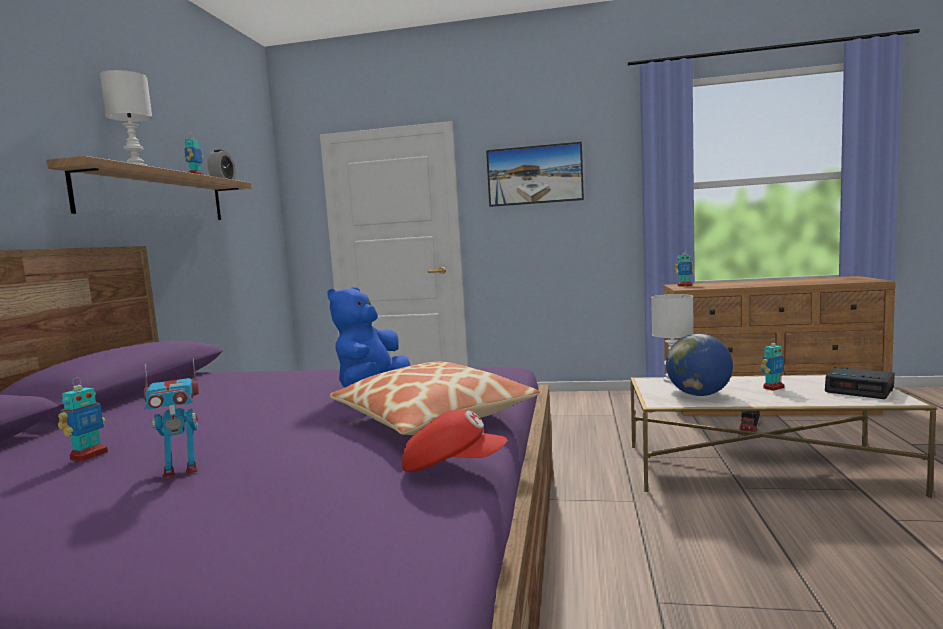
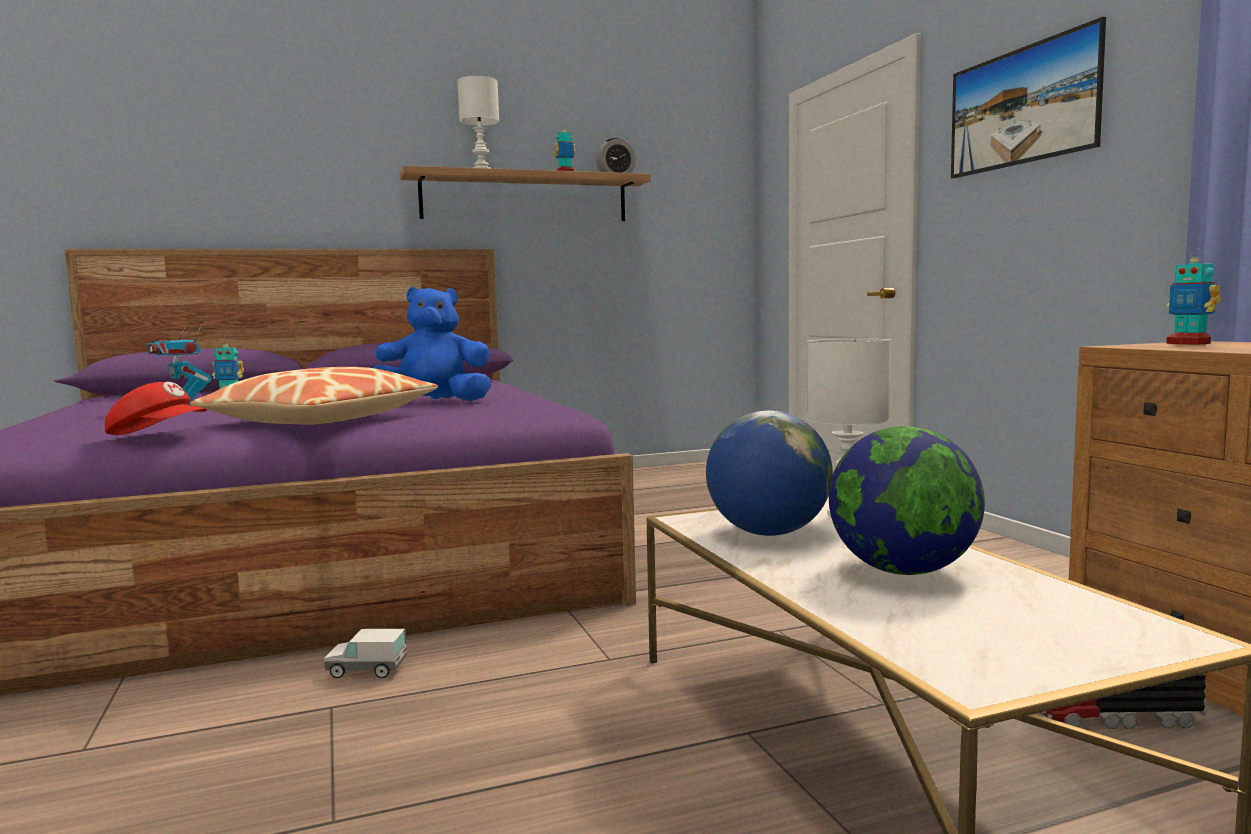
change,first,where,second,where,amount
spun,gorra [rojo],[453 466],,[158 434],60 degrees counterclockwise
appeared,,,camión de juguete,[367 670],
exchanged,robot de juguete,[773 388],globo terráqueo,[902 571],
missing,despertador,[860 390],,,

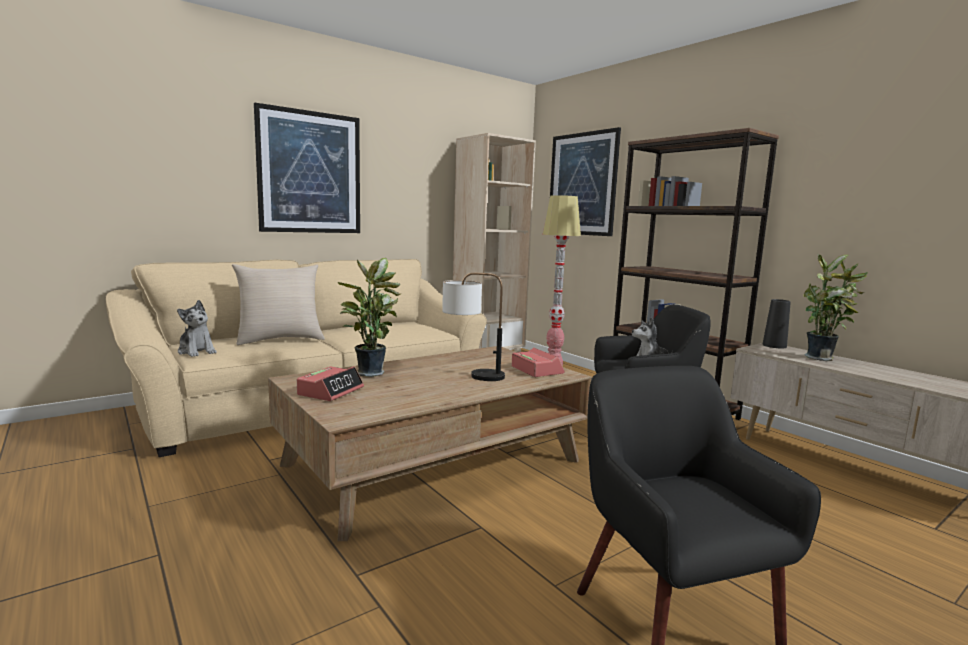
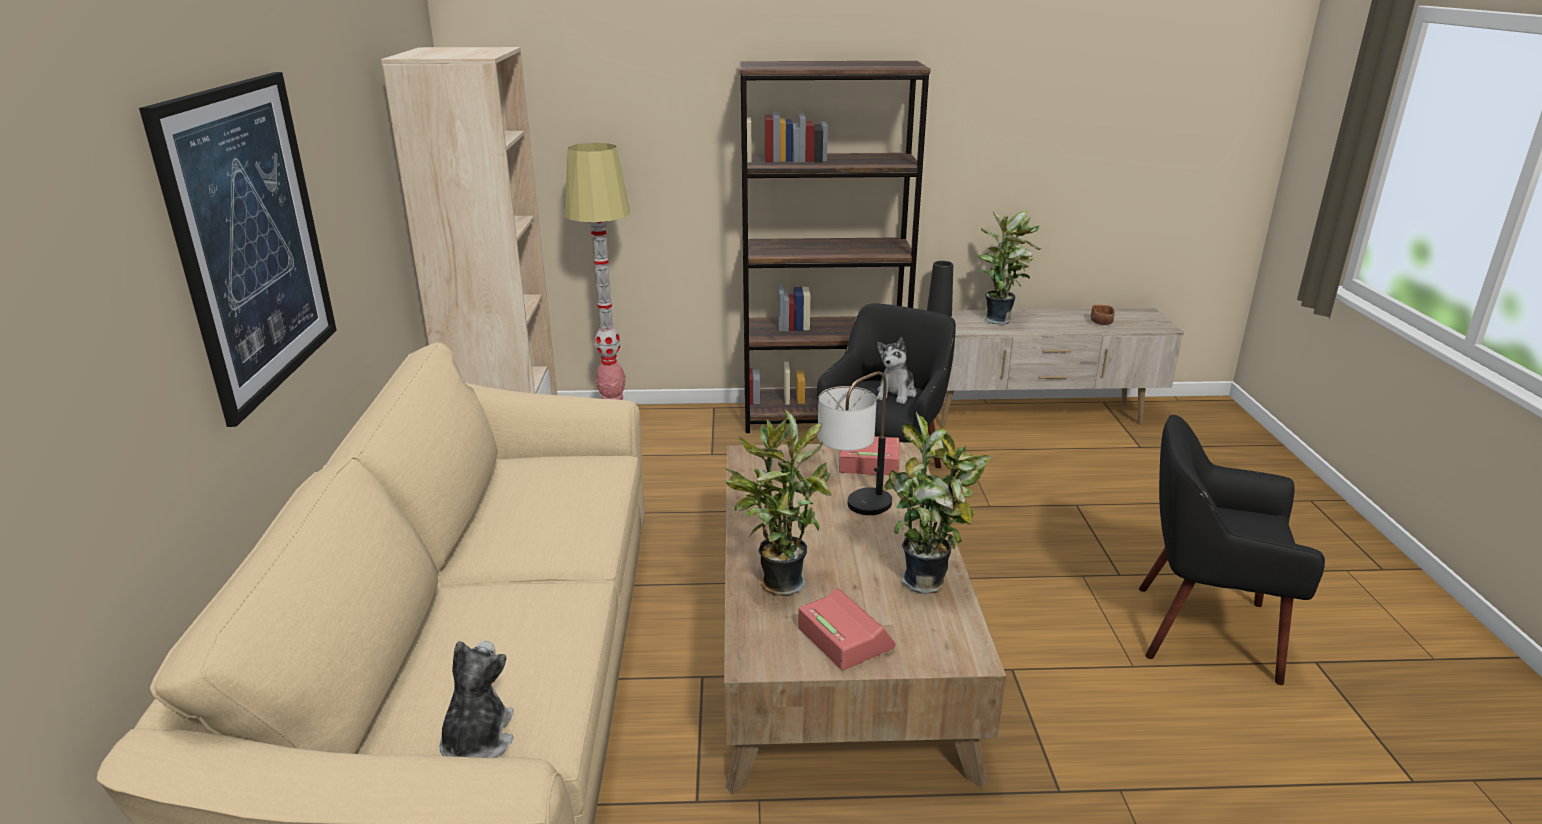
change,first,where,second,where,amount
spun,peluche,[197 351],,[477 739],75 degrees counterclockwise
appeared,,,planta en maceta,[929 582],
appeared,,,cuenco [marrón],[1101 322],
missing,cojín [beis],[280 339],,,
missing,cuadro,[582 184],,,

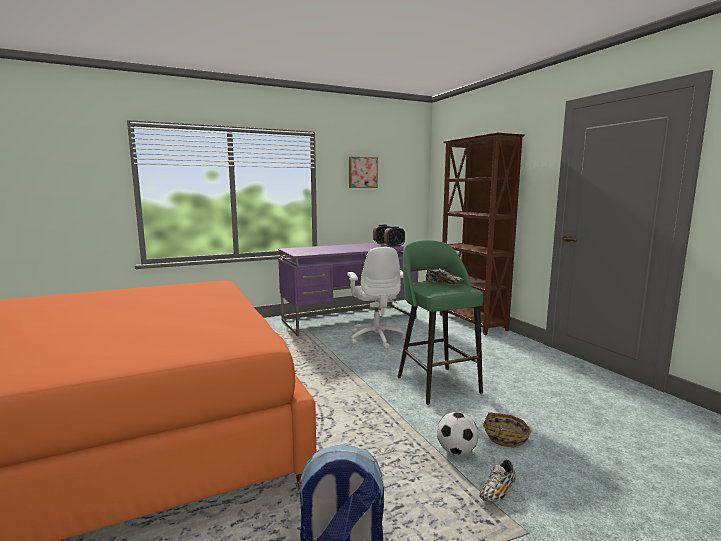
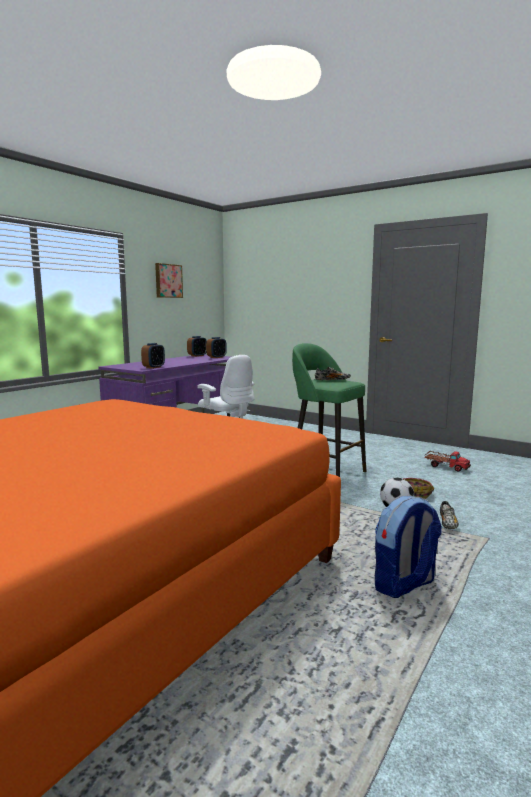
change,first,where,second,where,amount
appeared,,,despertador,[153 367],
appeared,,,camión de juguete,[446 466],
missing,estantería [marrón],[472 322],,,

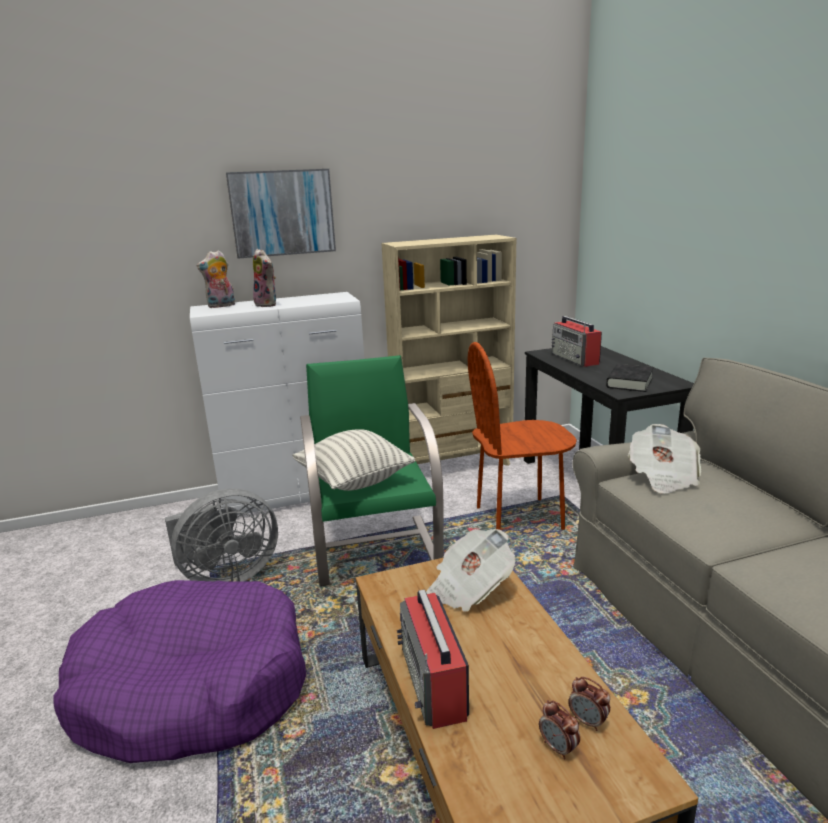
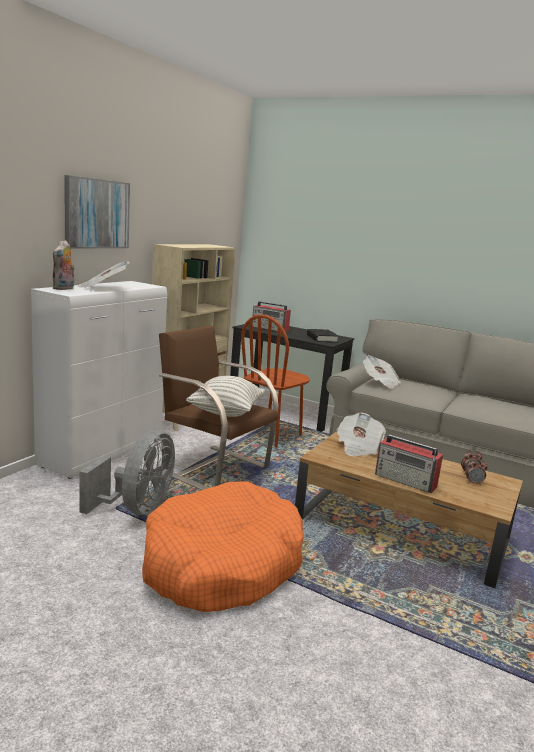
change,first,where,second,where,amount
exchanged,peluche,[268 304],periódico,[103 288],
colour,cama para perro [morado],[192 687],cama para perro [naranja],[221 564],
colour,sillón [verde],[374 548],sillón [marrón],[213 468],

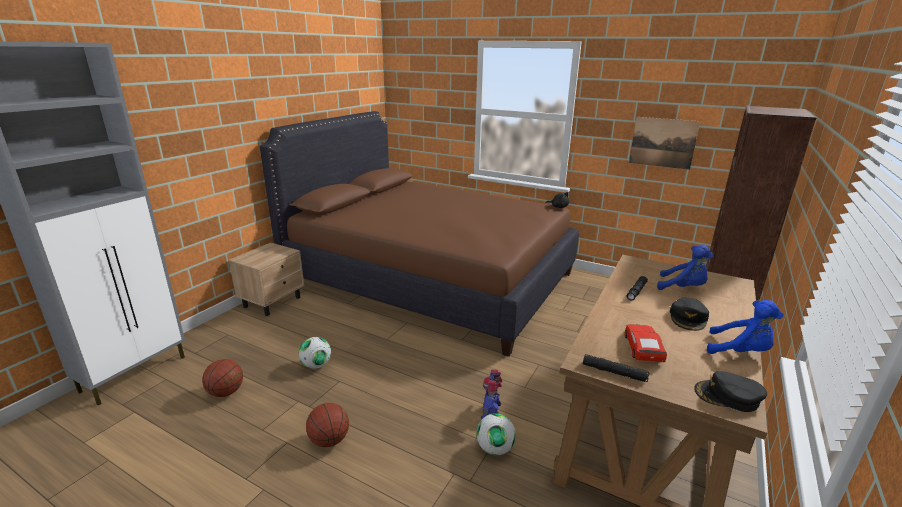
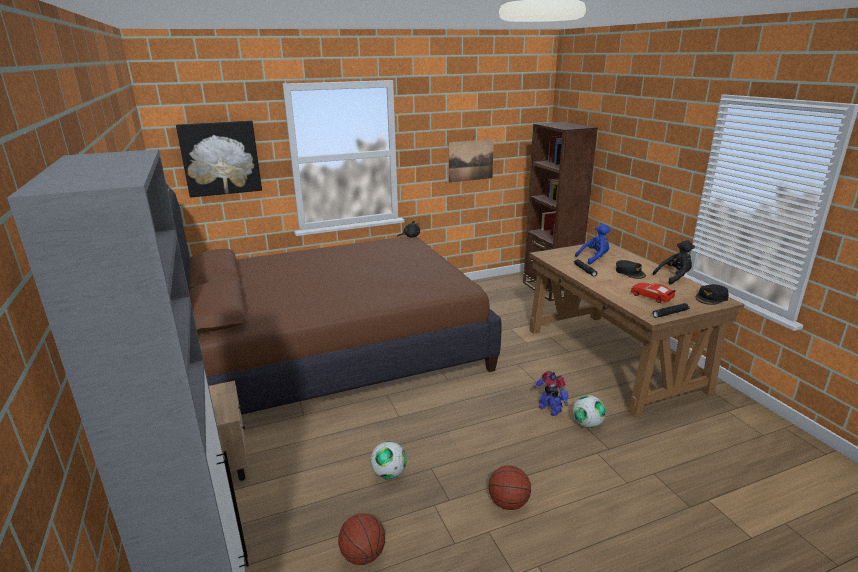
change,first,where,second,where,amount
appeared,,,cuadro,[220 158],
colour,peluche [azul],[740 351],peluche [negro],[674 277],

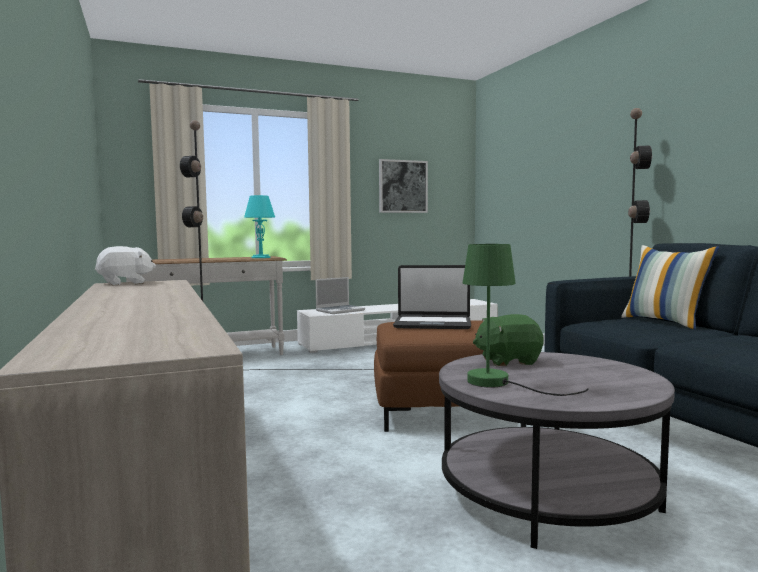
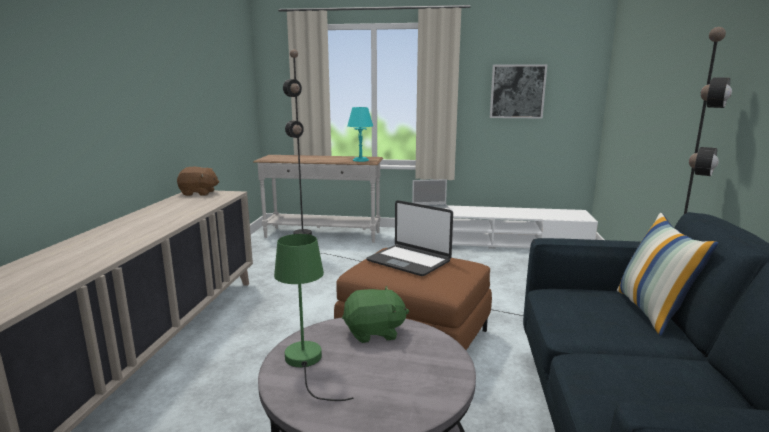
change,first,where,second,where,amount
colour,peluche [blanco],[125 283],peluche [marrón],[199 193],
spun,peluche [verde],[508 361],,[374 332],150 degrees clockwise

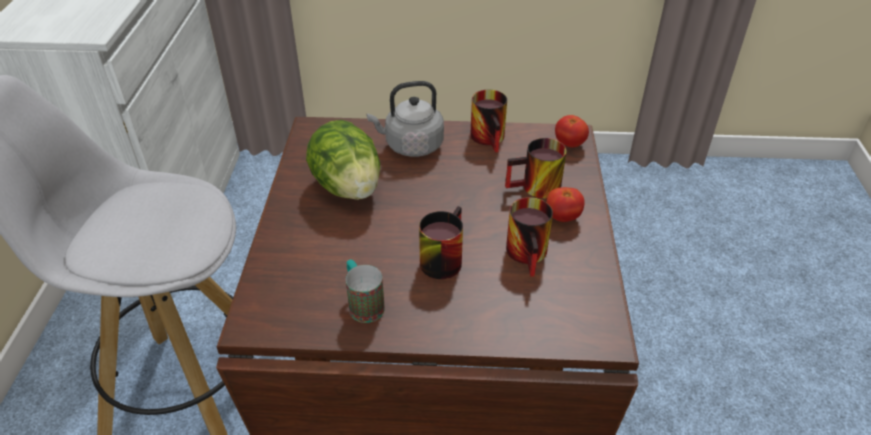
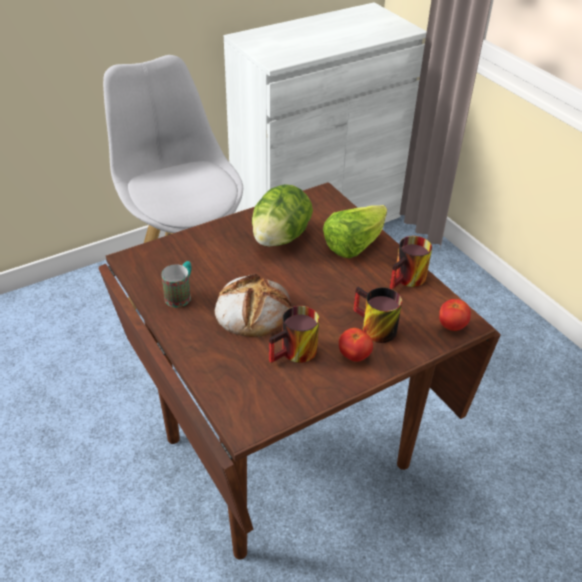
change,first,where,second,where,amount
exchanged,taza grande,[440 257],pan,[252 310],
exchanged,hervidor [gris],[411 146],lechuga,[354 245],

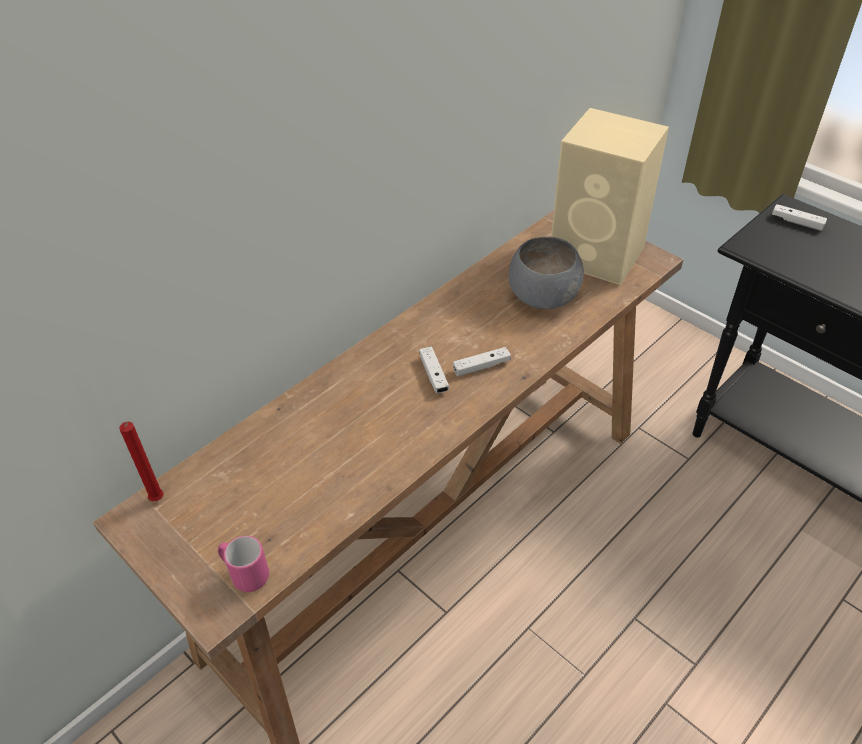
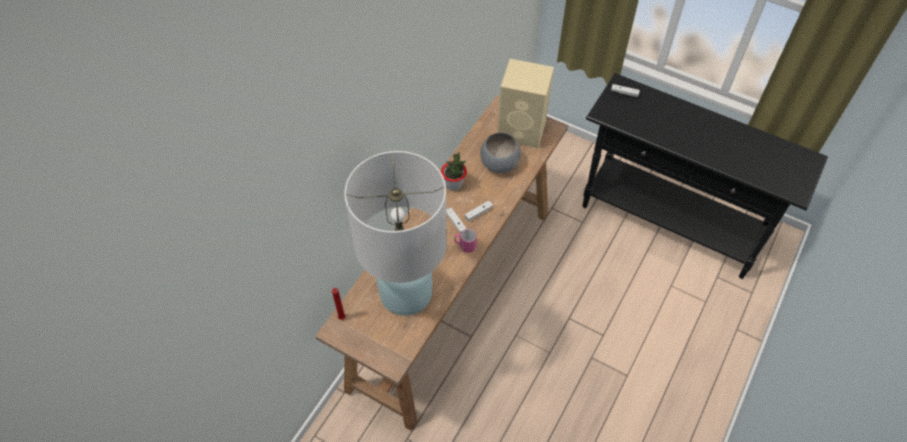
change,first,where,second,where,amount
appeared,,,lámpara de mesa [blanco],[406 293],
appeared,,,planta en maceta,[453 184],
relocated,taza grande [rosa],[245 574],,[465 246],

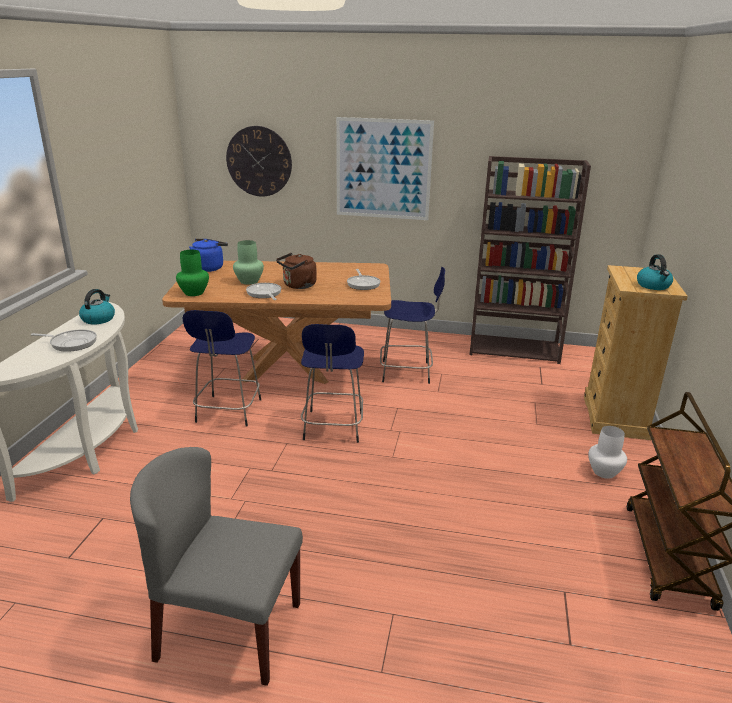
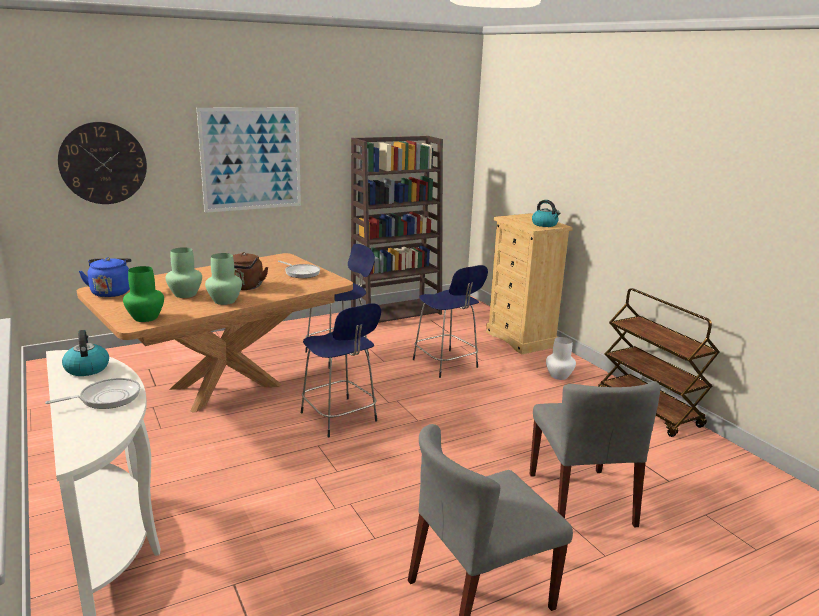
change,first,where,second,where,amount
exchanged,sartén,[264 294],florero [verde],[225 301],
relocated,taburete [azul],[228 412],,[446 364],
appeared,,,silla [gris],[581 499],

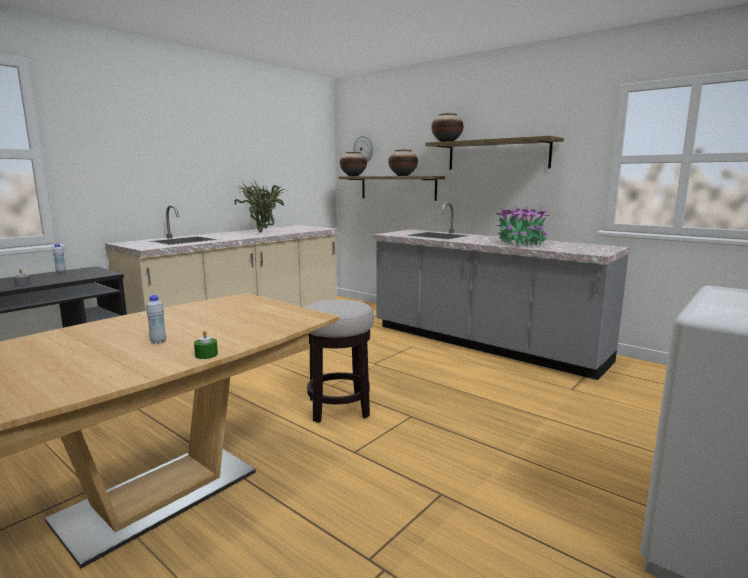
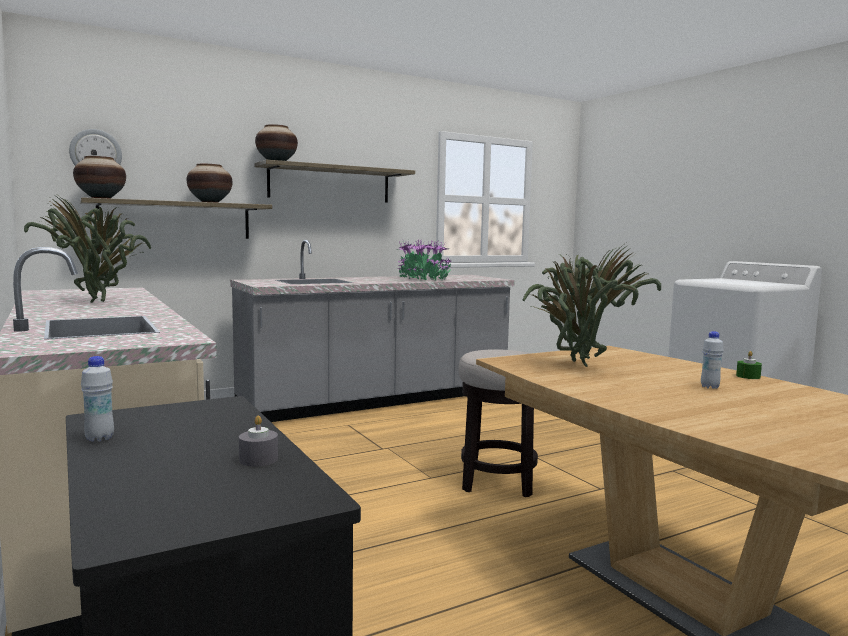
change,first,where,second,where,amount
appeared,,,planta en maceta,[580 367],

